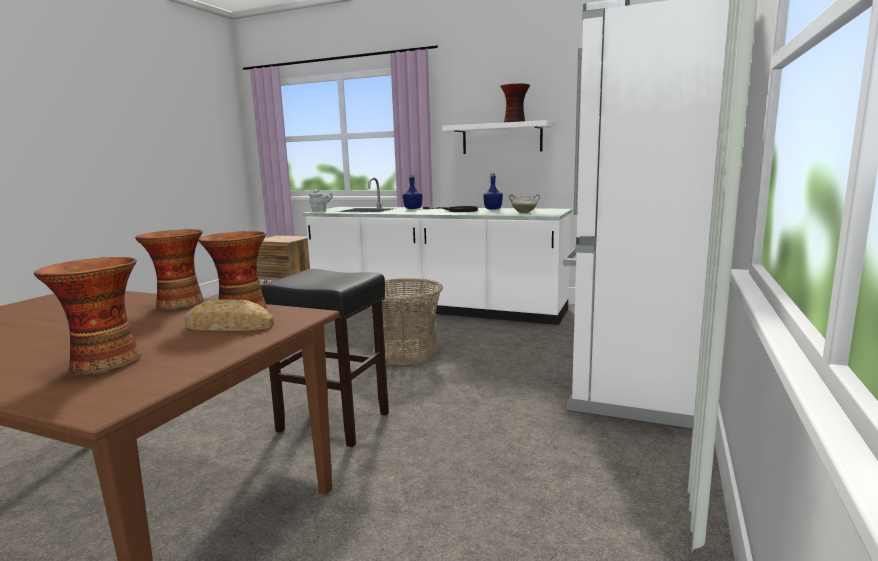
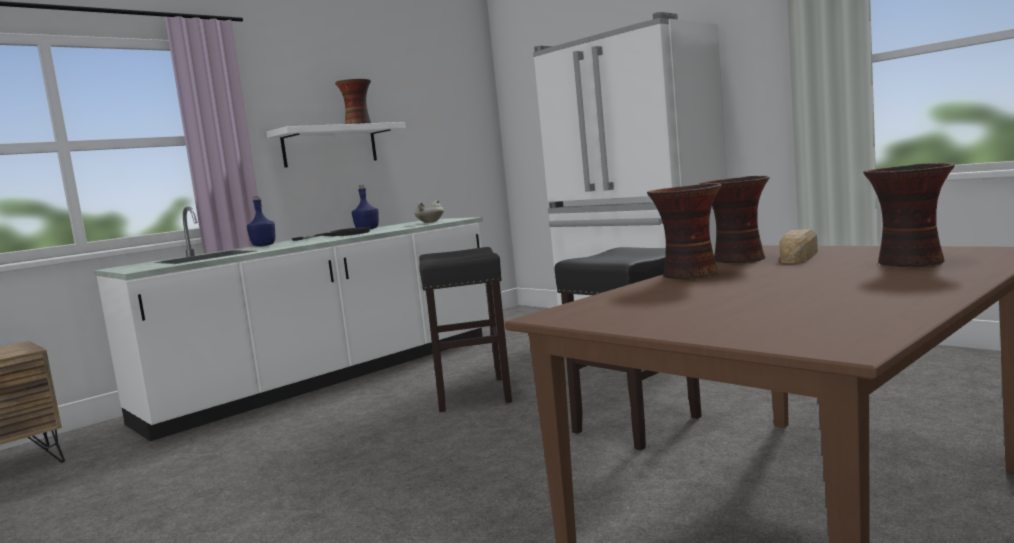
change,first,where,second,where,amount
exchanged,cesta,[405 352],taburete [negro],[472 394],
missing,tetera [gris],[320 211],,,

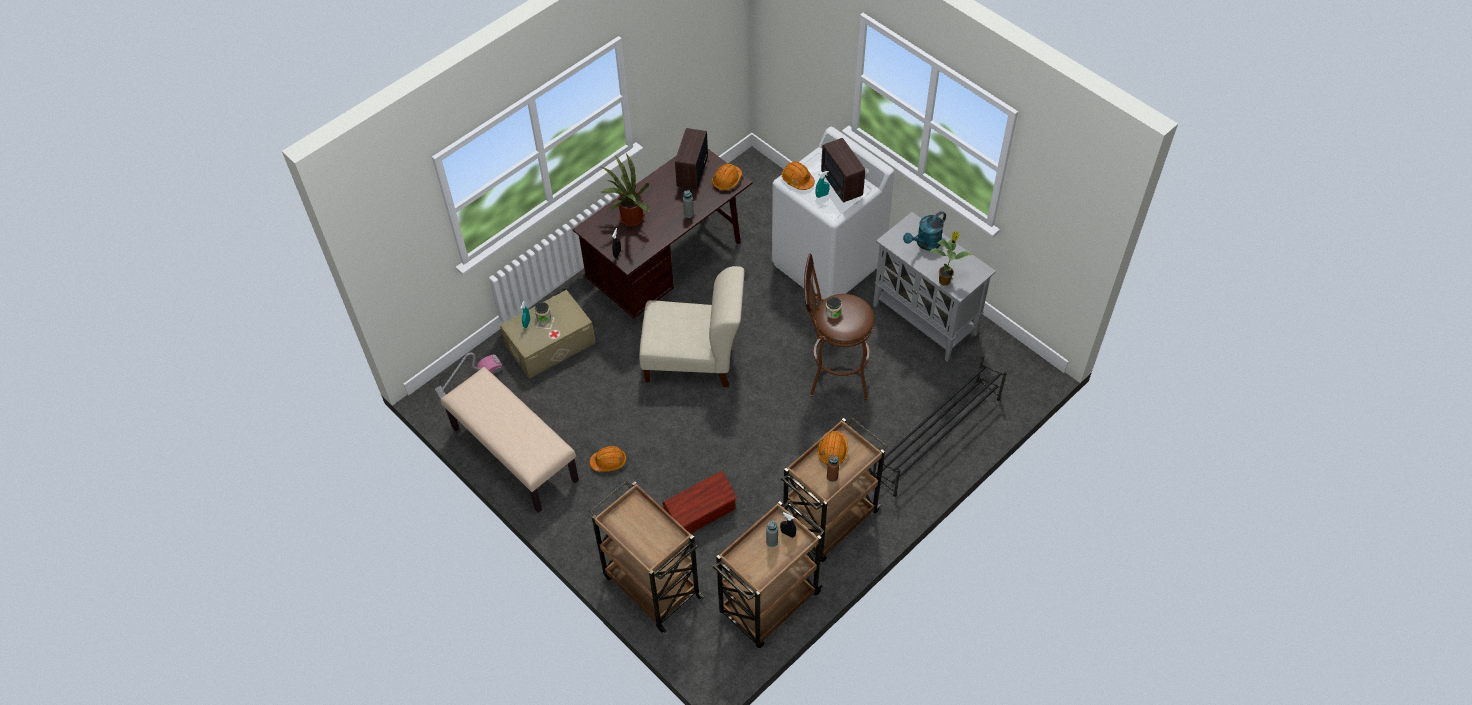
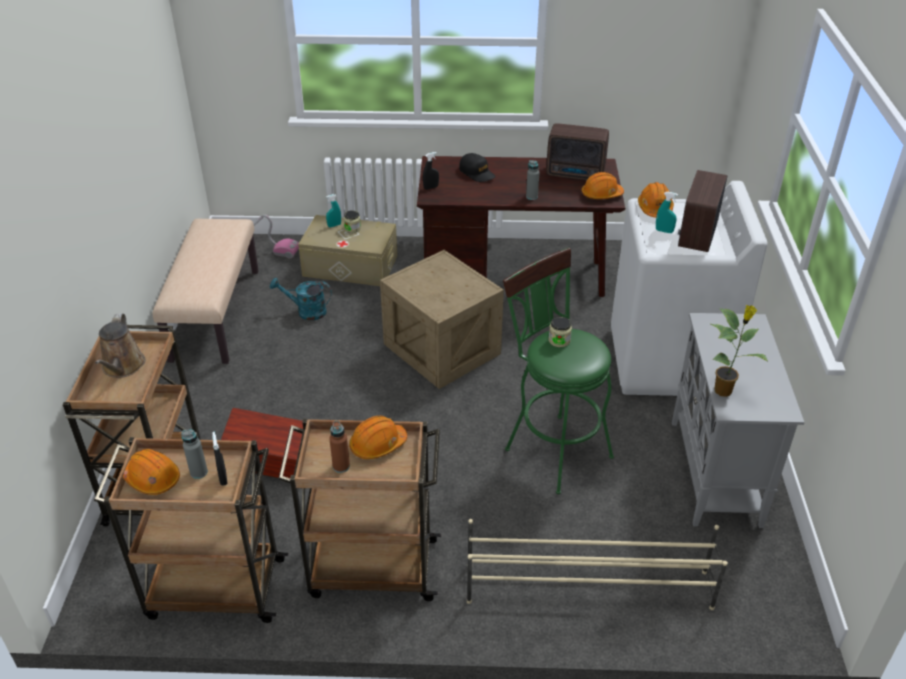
change,first,where,second,where,amount
appeared,,,regadera [marrón],[122 367],
relocated,casco [naranja],[609 462],,[152 479],
relocated,regadera [turquesa],[925 244],,[306 311],
exchanged,silla [beis],[694 359],caja de embalaje,[442 349],
exchanged,planta en maceta,[629 218],gorra [negro],[477 173],
colour,zapatero [negro],[936 438],zapatero [beis],[587 586],
colour,taburete [marrón],[832 374],taburete [verde],[552 448],
spun,radio,[691 173],,[576 174],135 degrees counterclockwise

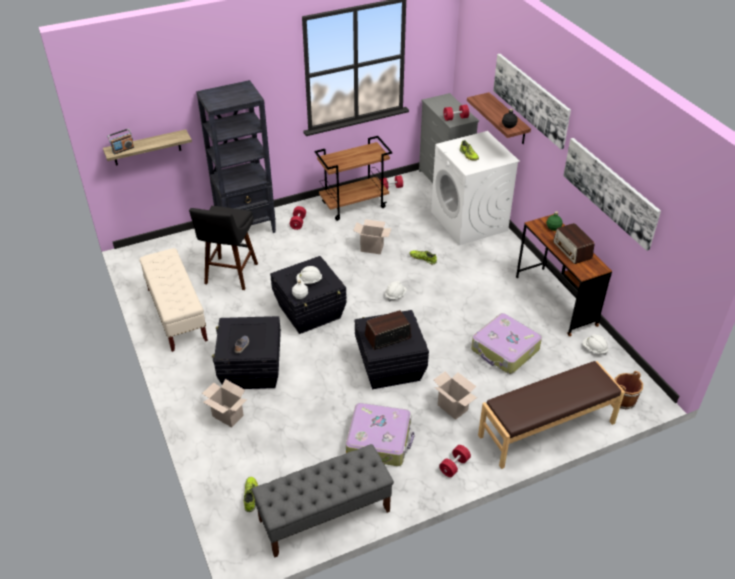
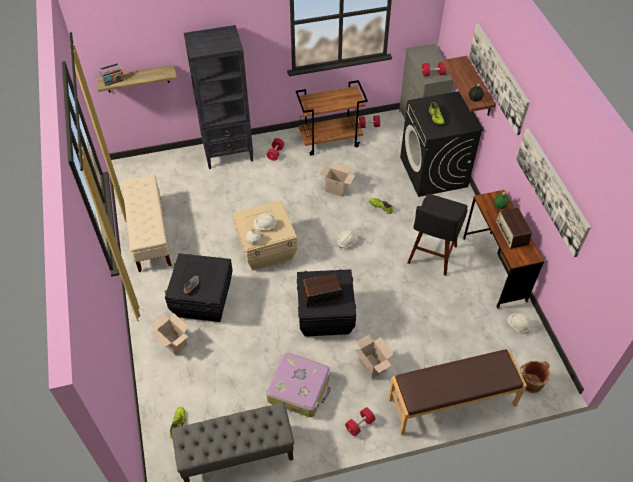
change,first,where,second,where,amount
colour,caja de almacenaje [negro],[310 312],caja de almacenaje [beis],[267 249],
colour,lavadora [blanco],[469 221],lavadora [negro],[434 172],
relocated,taburete [negro],[230 276],,[431 257],
missing,maleta,[505 350],,,

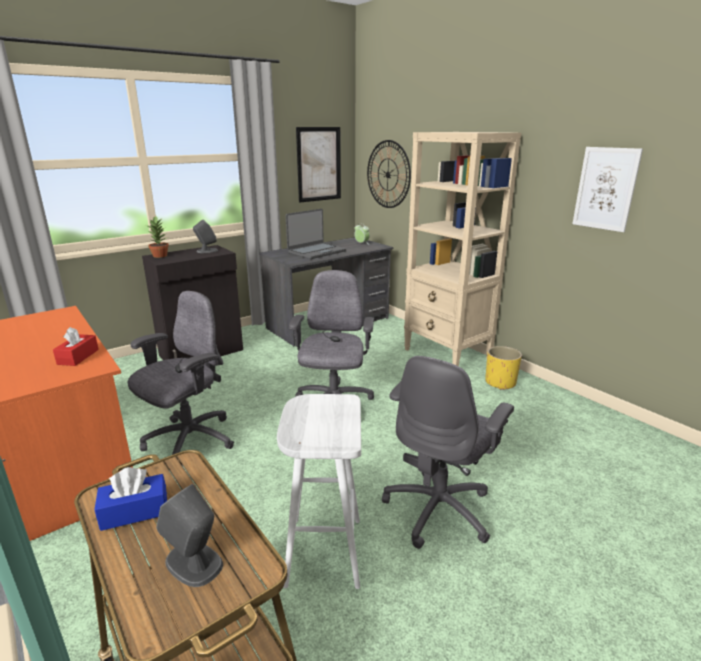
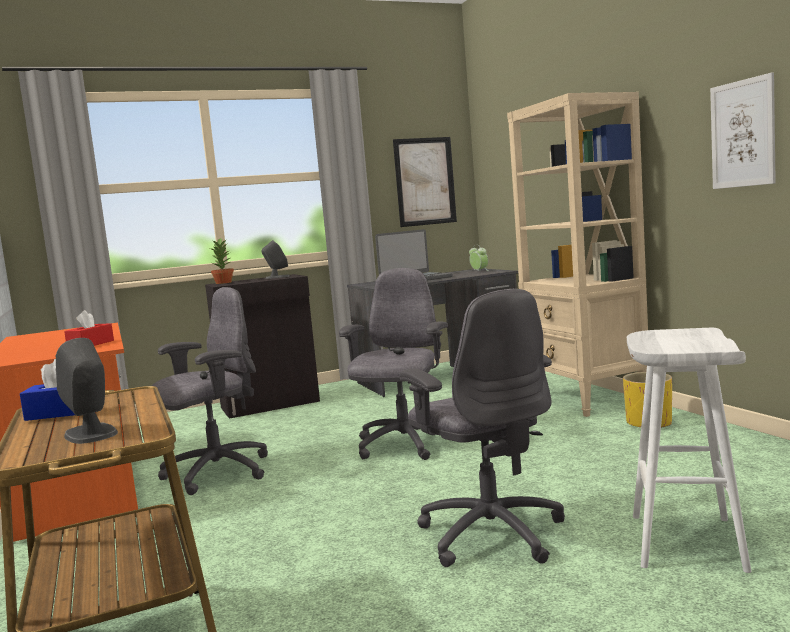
change,first,where,second,where,amount
spun,silla de oficina [gris],[439 509],,[491 533],75 degrees counterclockwise
relocated,taburete [blanco],[323 550],,[684 541],
missing,reloj de pared,[388 174],,,

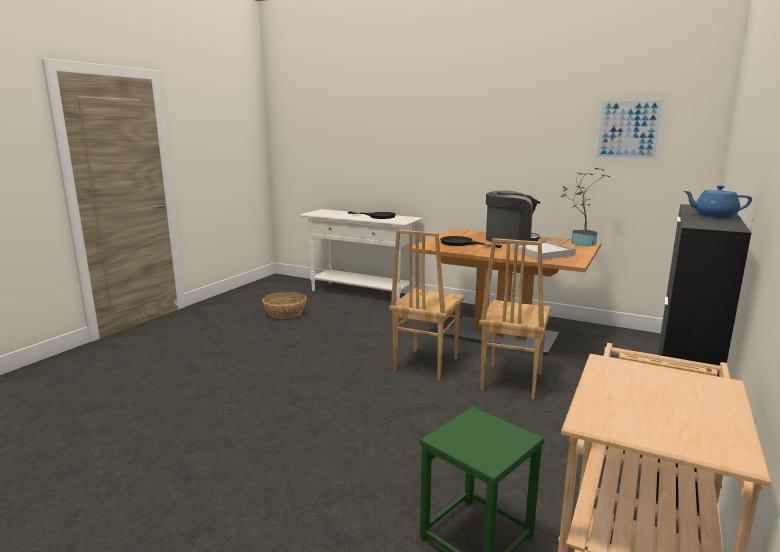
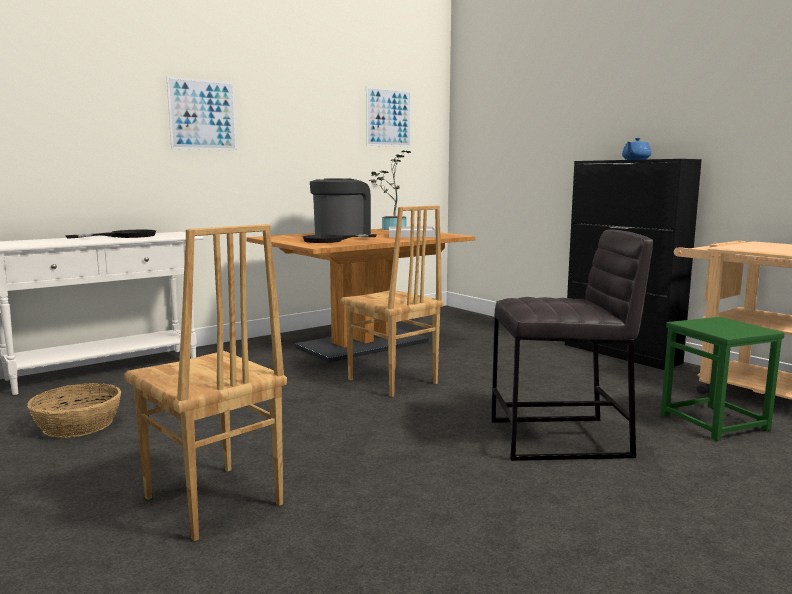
change,first,where,second,where,amount
relocated,silla [marrón],[510 381],,[211 502],
appeared,,,cuadro,[203 115],
appeared,,,taburete [gris],[560 439],

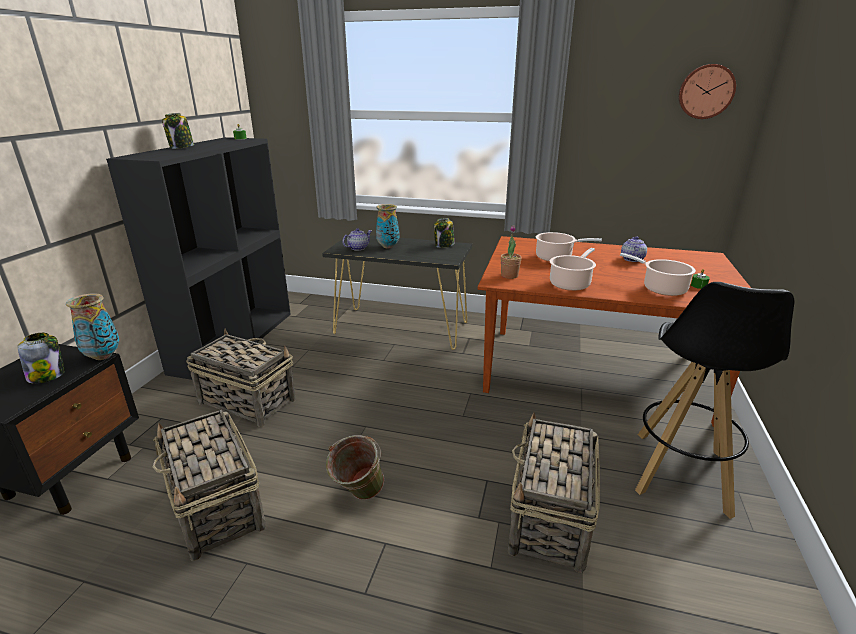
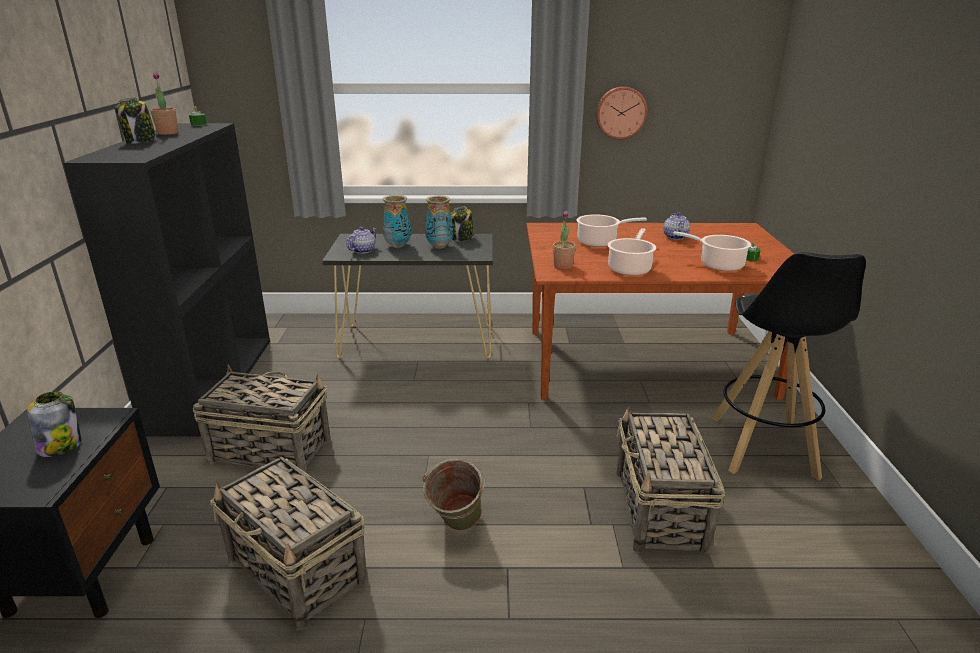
change,first,where,second,where,amount
appeared,,,planta en maceta,[167 133],
relocated,florero,[103 356],,[440 246],
relocated,reloj de pared,[706 91],,[621 112],

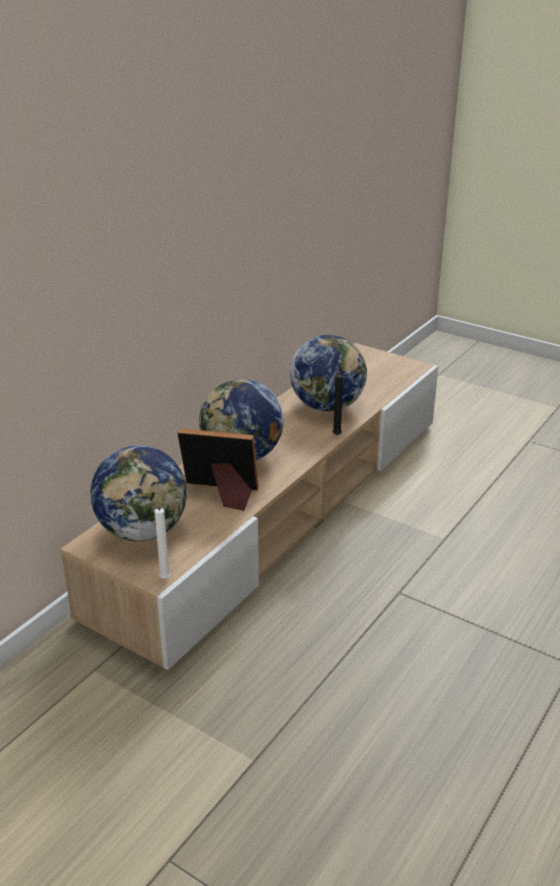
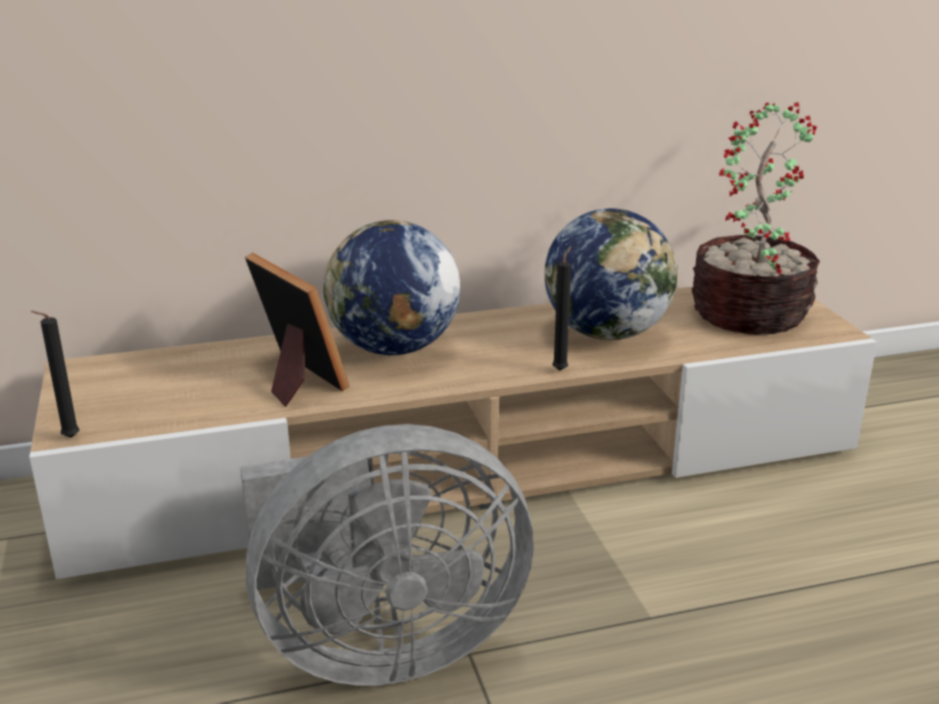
change,first,where,second,where,amount
colour,vela [blanco],[164 580],vela [negro],[68 438],
appeared,,,ventilador [gris],[379 647],
appeared,,,planta en maceta,[749 312],
missing,globo terráqueo,[143 531],,,

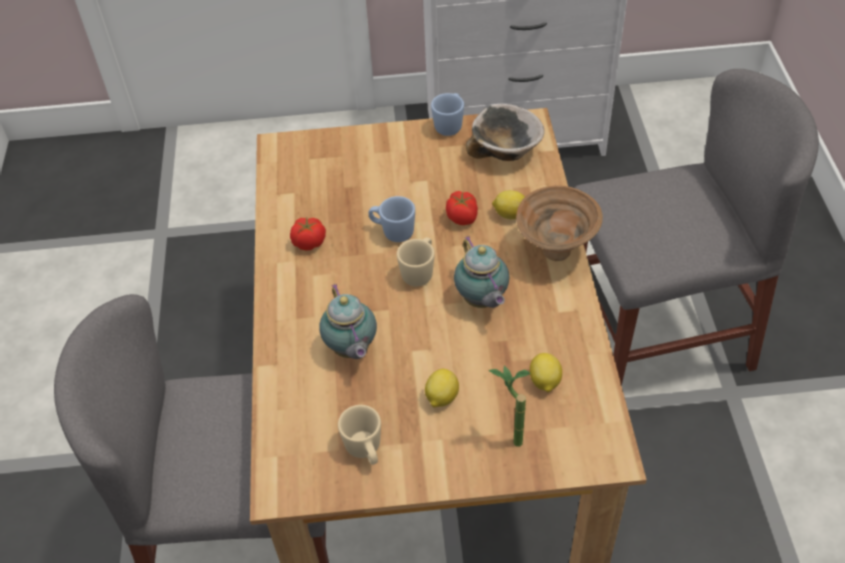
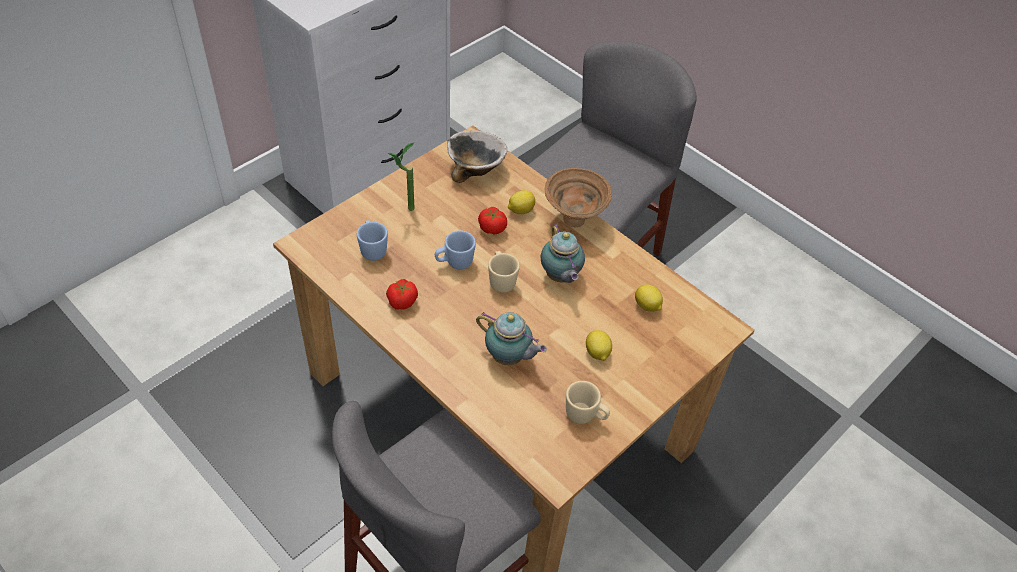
change,first,where,second,where,amount
relocated,taza grande [azul],[450 125],,[372 249],
relocated,planta en maceta,[508 440],,[404 210],
spun,tetera,[482 301],,[560 277],45 degrees clockwise

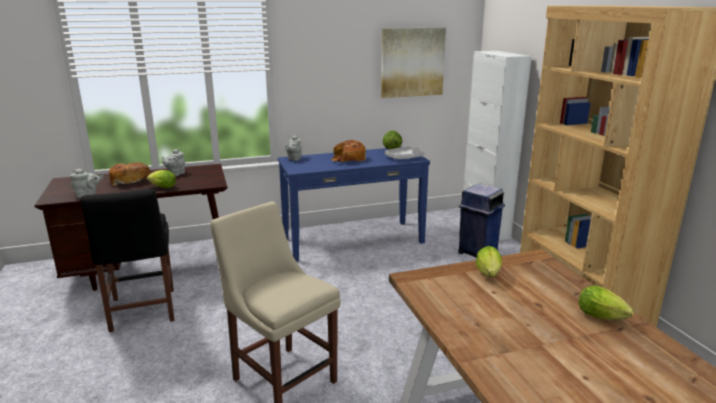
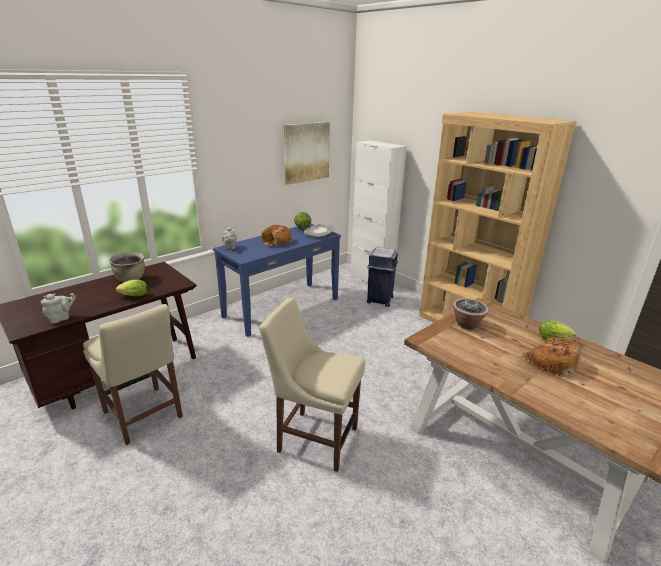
change,first,where,second,where,amount
colour,silla [negro],[142 312],silla [beis],[144 417],
exchanged,tetera [gris],[175 174],olla [marrón],[131 279],
exchanged,lechuga,[488 275],planta en maceta,[467 324],
relocated,pan,[130 180],,[550 362],

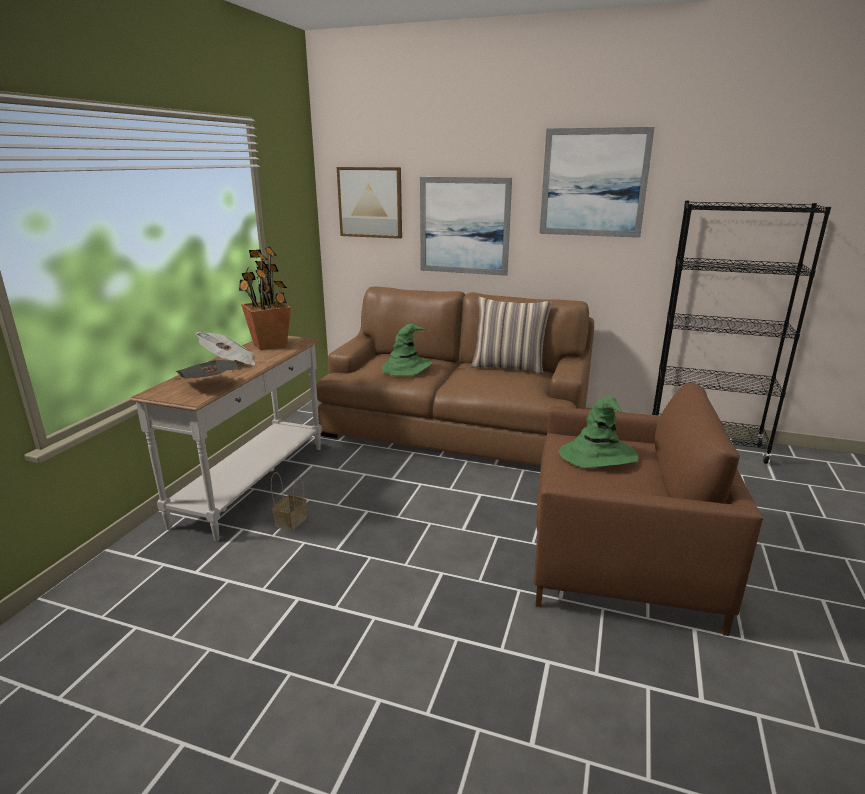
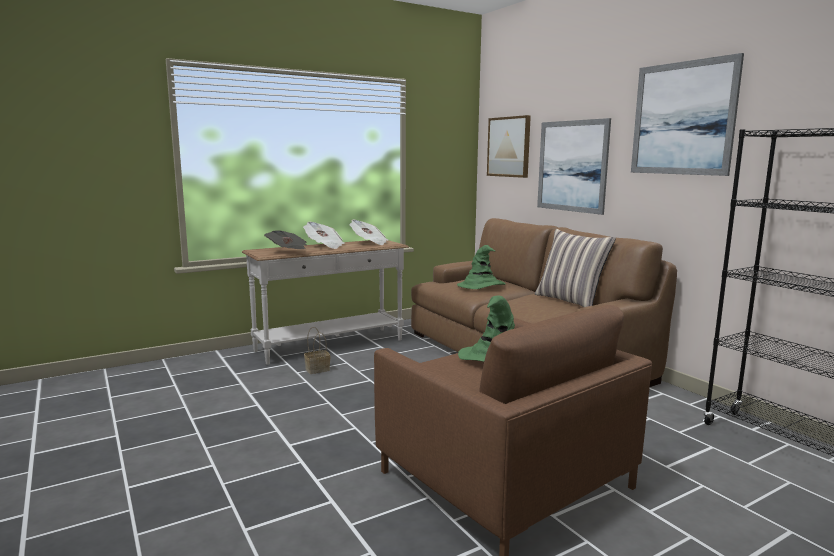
change,first,where,second,where,amount
exchanged,planta en maceta,[269 344],periódico,[369 243],

